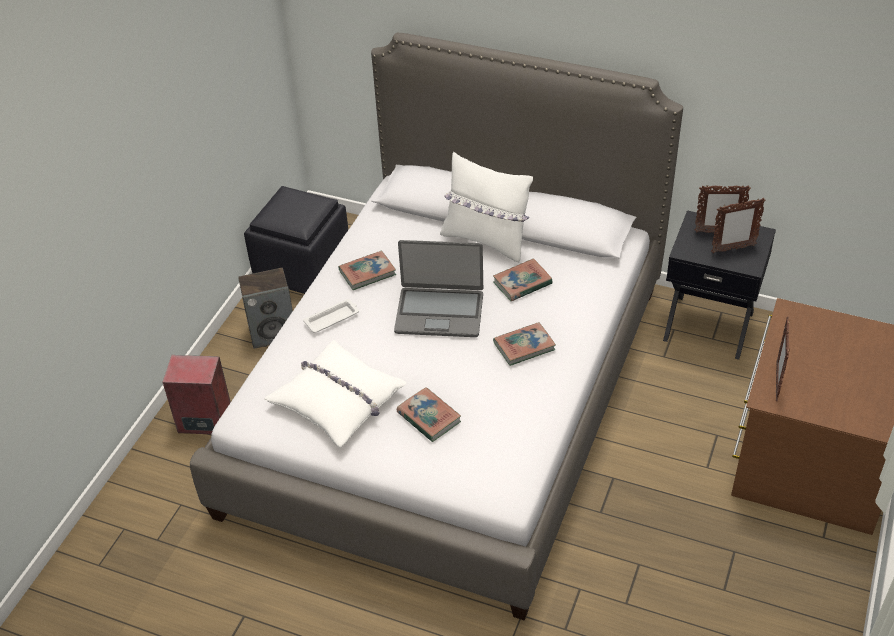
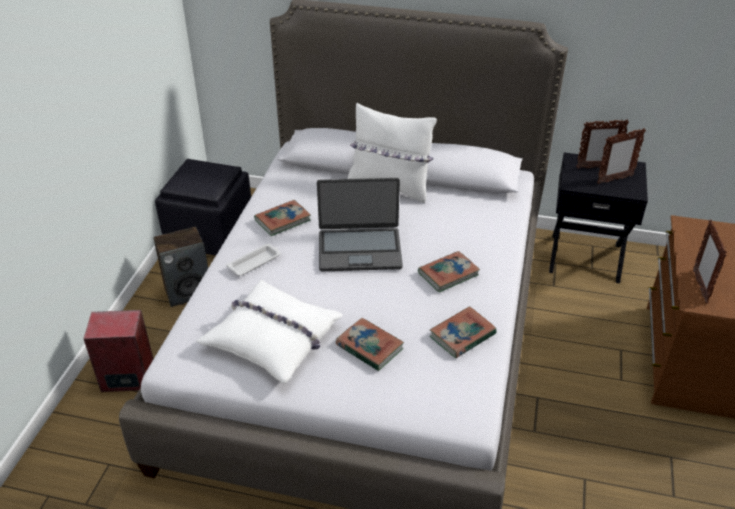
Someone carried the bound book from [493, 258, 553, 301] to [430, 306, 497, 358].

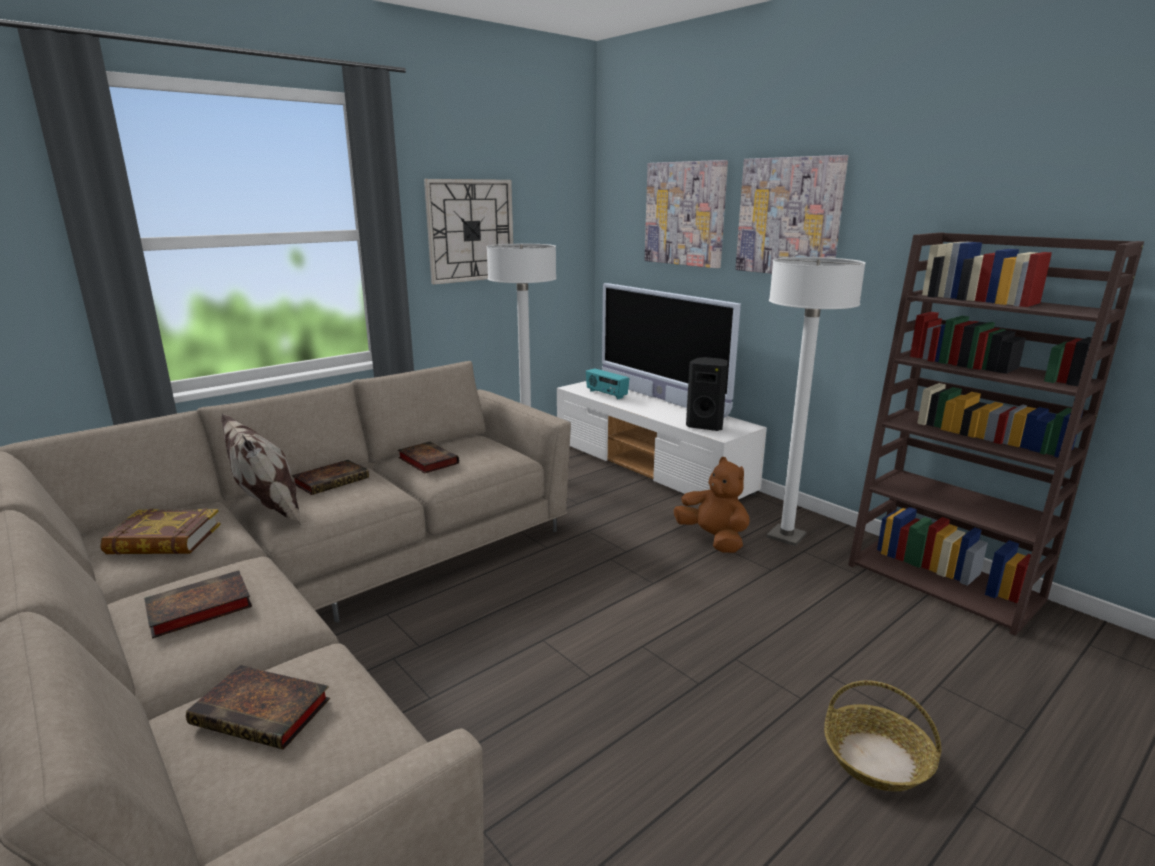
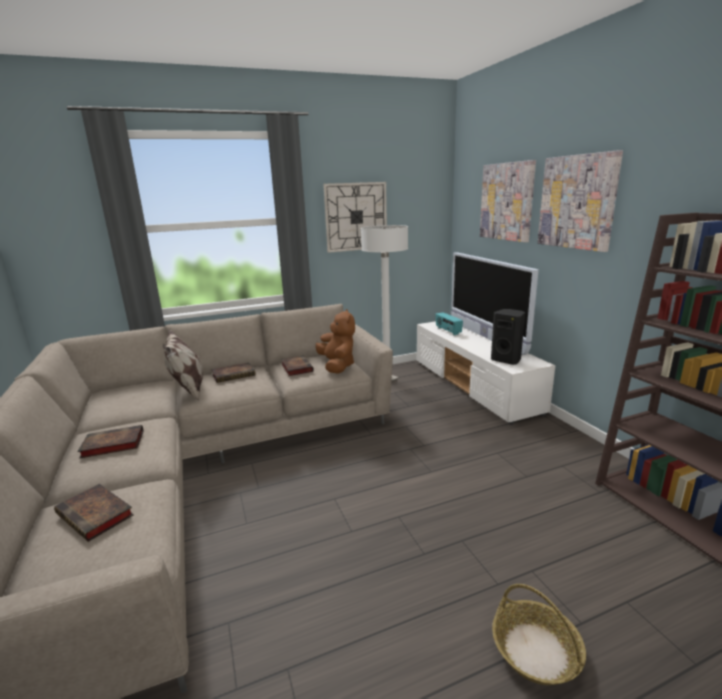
Someone took away the bound book at [100, 508, 221, 554].
Someone carried the brown-coloured plush toy from [674, 457, 750, 553] to [315, 309, 355, 374].
Someone took away the whitish standing lamp at [767, 257, 866, 546].

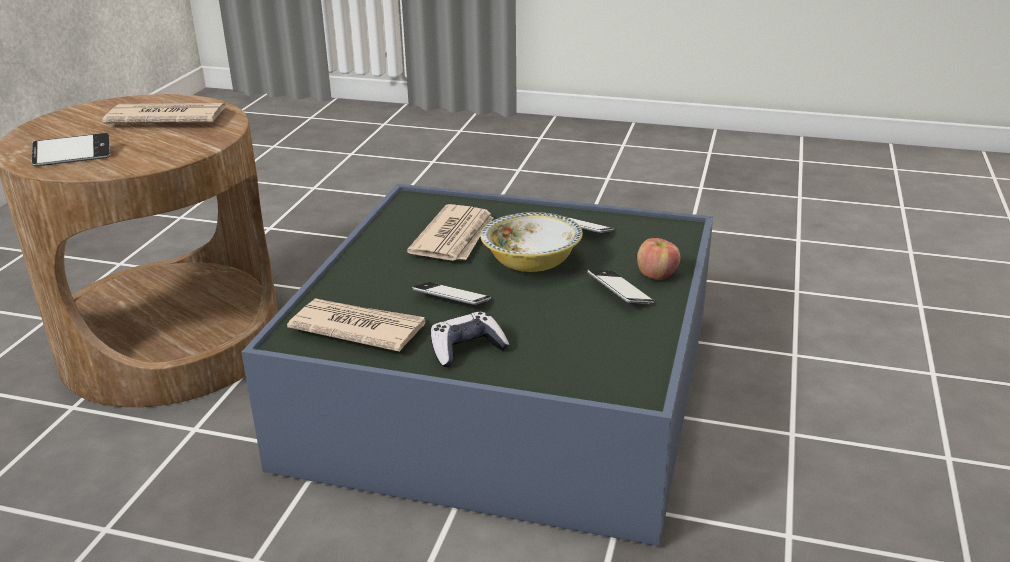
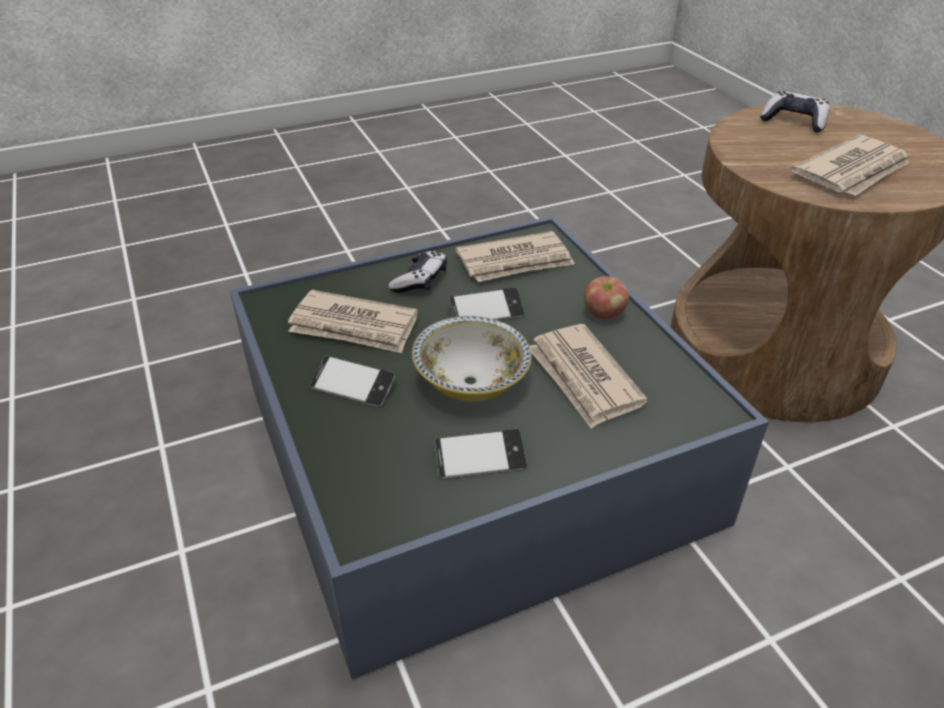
Someone swapped the telephone at [32, 133, 111, 166] for the joypad at [760, 91, 830, 133].
Someone carried the apple fruit from [637, 238, 680, 280] to [584, 276, 629, 319].
Someone put down the printed paper at [288, 290, 418, 353].

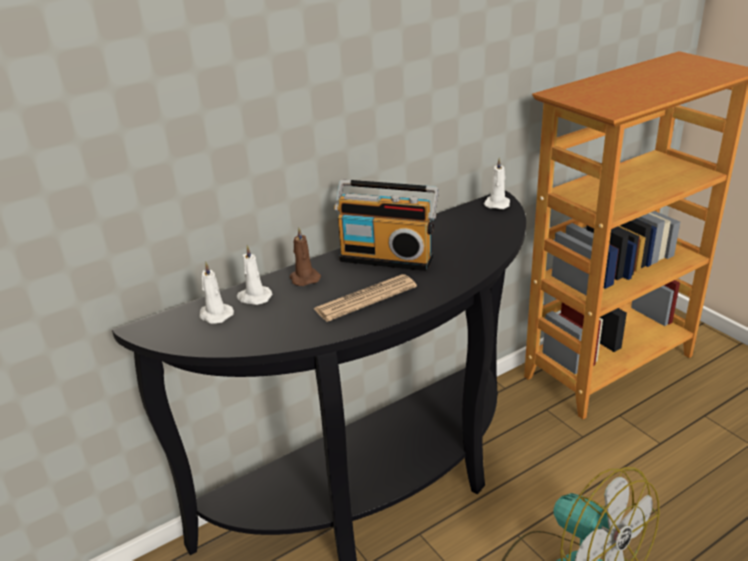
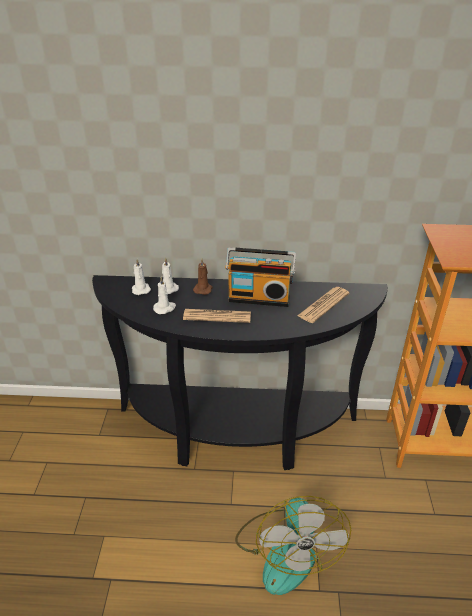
Someone rotated the radio set at [334, 179, 439, 271] by 45 degrees counterclockwise.
Someone carried the whitish wax candle from [484, 157, 510, 209] to [153, 277, 176, 314].
Someone put down the printed paper at [297, 287, 349, 323].

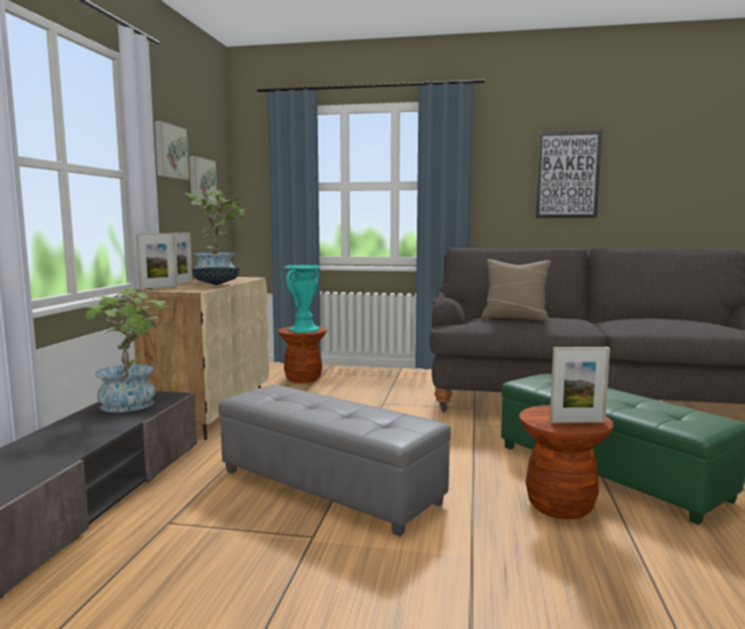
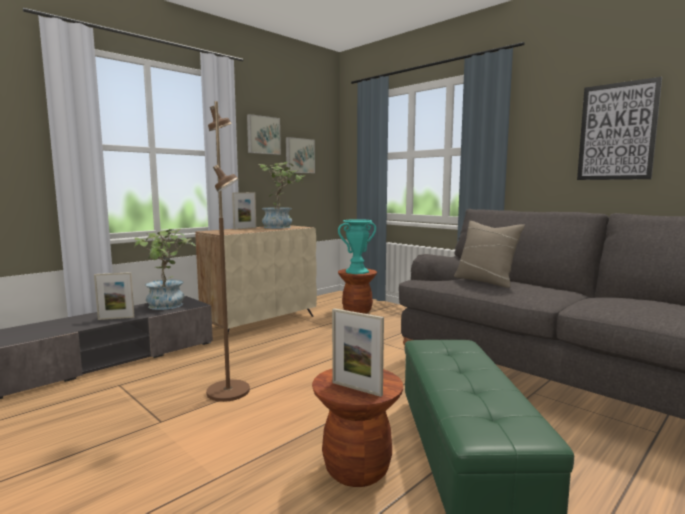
Someone carried the standing frame from [136, 233, 177, 290] to [94, 272, 135, 320].
Someone took away the deep dish at [192, 267, 240, 285].
Someone swapped the grey pouffe at [218, 385, 451, 536] for the brown-coloured standing lamp at [206, 101, 250, 402].

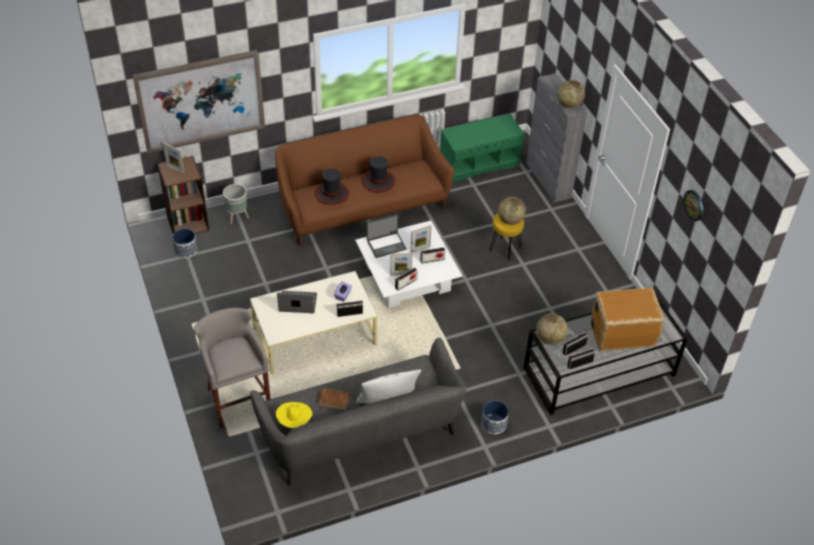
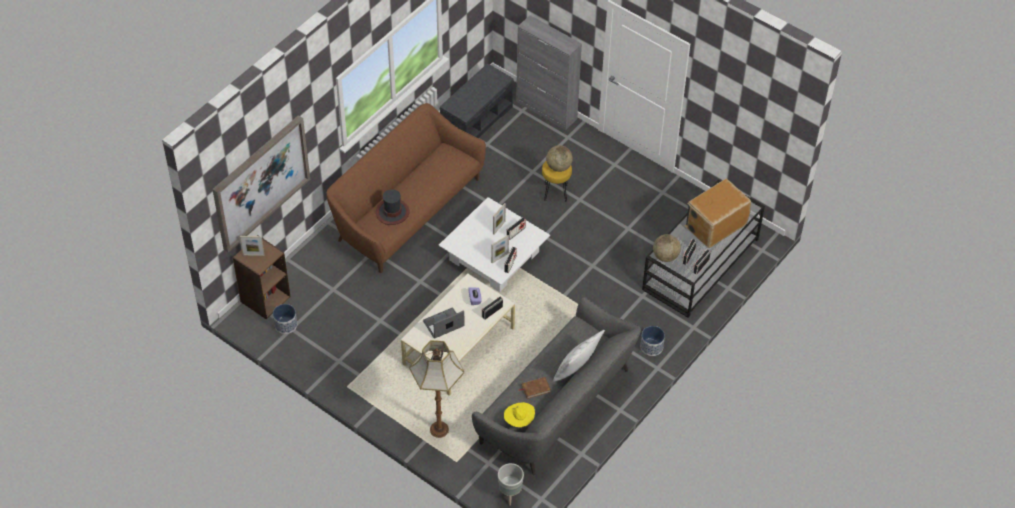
Someone swapped the grey sitting stool at [194, 308, 270, 429] for the standing lamp at [409, 340, 464, 438].
Someone carried the grey planter from [223, 184, 249, 224] to [498, 463, 524, 506].
Someone took away the hat at [362, 156, 396, 193].
Someone took away the laptop at [367, 215, 407, 258].
Someone repainted the green-coloured indoor bench at [440, 114, 524, 182], which became the grey indoor bench at [440, 64, 514, 138].
Someone took away the desk globe at [557, 80, 585, 108].
Someone took away the hanging clock at [683, 190, 703, 221].

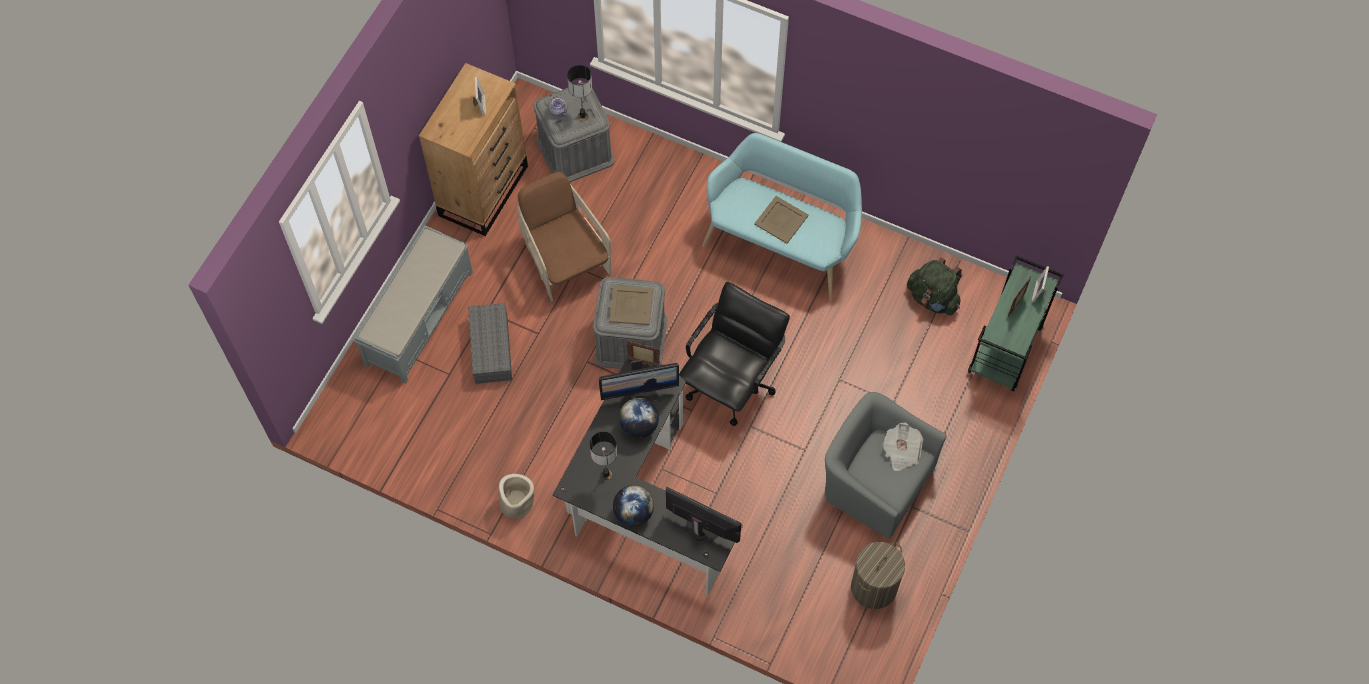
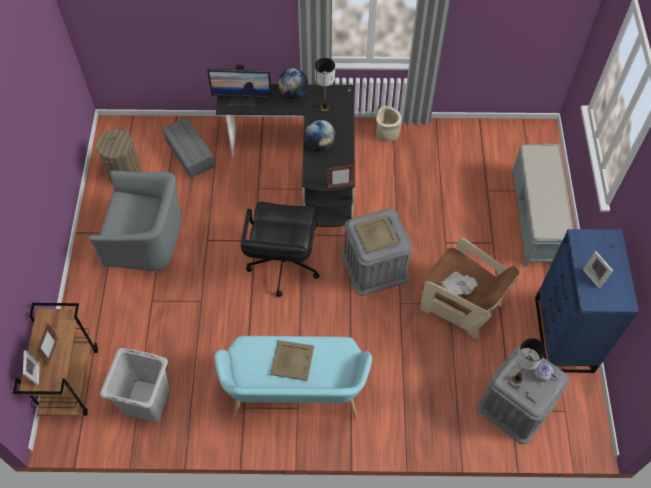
Someone repainted the brown-coloured drawer chest at [419, 63, 528, 236], which became the bluish drawer chest at [535, 229, 639, 373].
Someone carried the grey storage box from [468, 303, 512, 384] to [162, 117, 215, 179].
Someone took away the monitor at [599, 359, 679, 406].
Someone carried the printed paper from [883, 423, 923, 471] to [441, 272, 478, 295].
Someone swapped the green-coloured knapsack at [907, 257, 962, 315] for the grey laundry basket at [100, 348, 170, 422].
Someone repainted the green-coloured trolley at [968, 256, 1063, 391], which became the brown-coloured trolley at [13, 303, 98, 416].

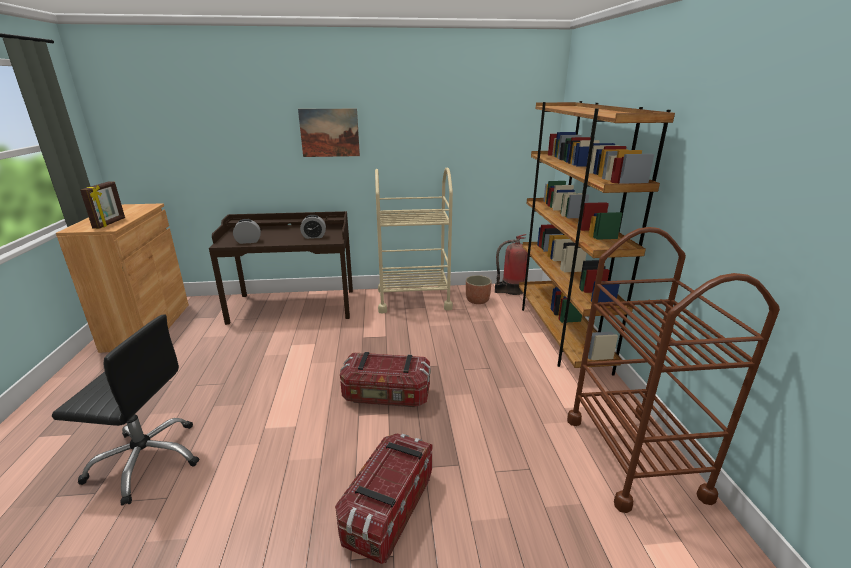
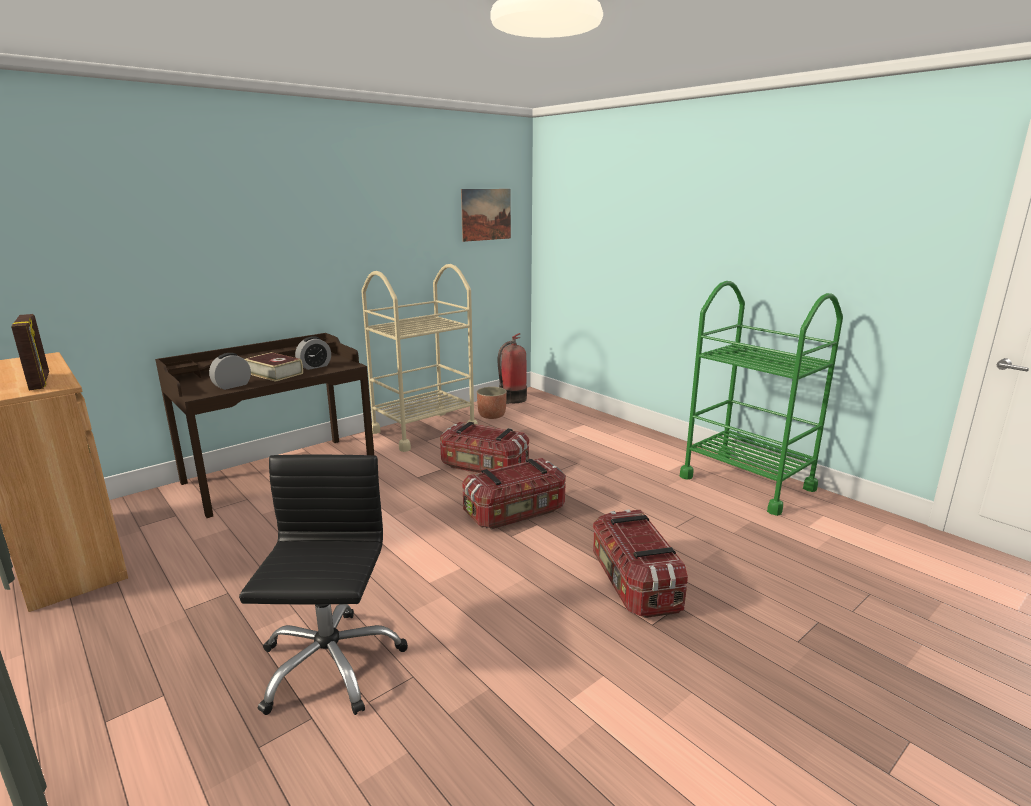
Someone rotated the black office chair at [52, 315, 199, 505] by 60 degrees counterclockwise.
Someone carried the wall picture from [298, 109, 360, 157] to [461, 189, 511, 242].
Someone took away the brown-coloured shelving unit at [519, 101, 675, 376].
Someone repainted the brown-coloured trolley at [567, 227, 780, 513], which became the green-coloured trolley at [680, 281, 843, 516].
Someone put down the bound book at [245, 352, 303, 382].
Someone put down the storage box at [440, 422, 529, 473].

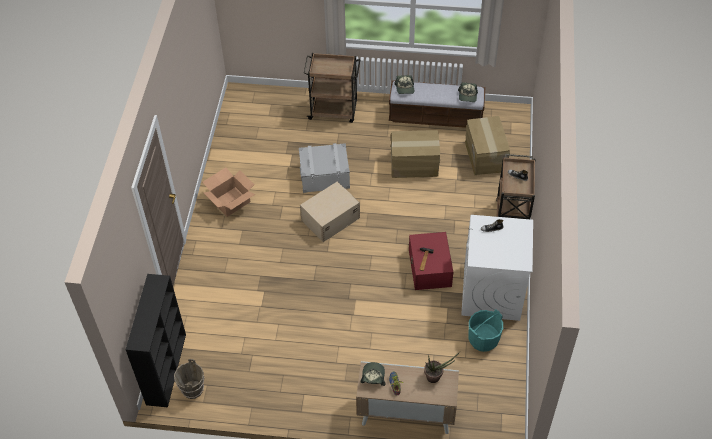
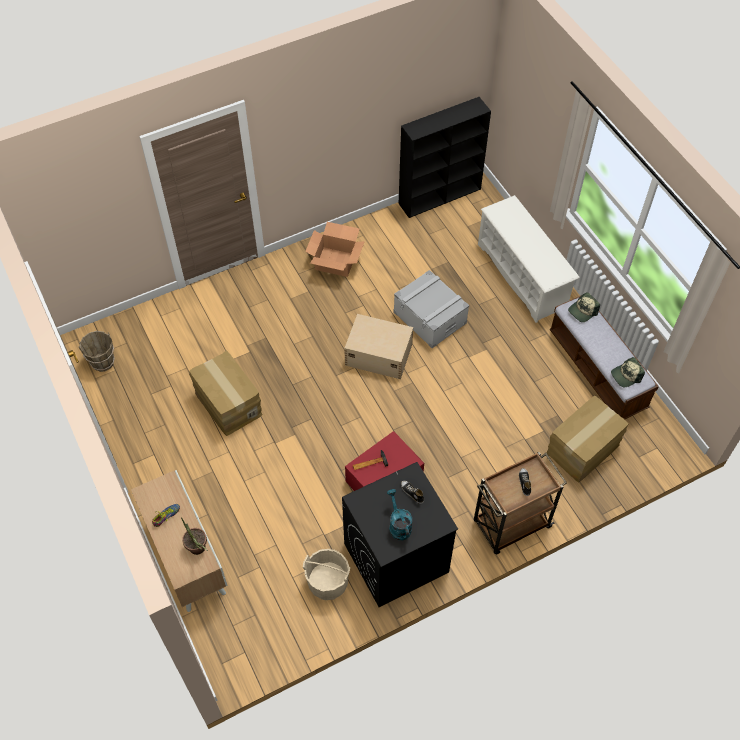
Someone carried the black shelving unit from [126, 274, 186, 407] to [399, 97, 491, 218].
Someone swapped the brown-coloured trolley at [304, 53, 361, 123] for the whitish shoe rack at [478, 195, 580, 323].
Someone took away the baseball cap at [360, 362, 385, 386].
Someone carried the cardboard box from [390, 130, 440, 178] to [189, 350, 263, 436].
Someone repainted the whitish laundry appliance at [461, 215, 533, 321], which became the black laundry appliance at [342, 462, 458, 607].
Someone repainted the turquoise water bucket at [468, 309, 503, 352], which became the sand-coloured water bucket at [303, 549, 350, 600].
Someone put down the turquoise sprinkling can at [387, 489, 412, 540].

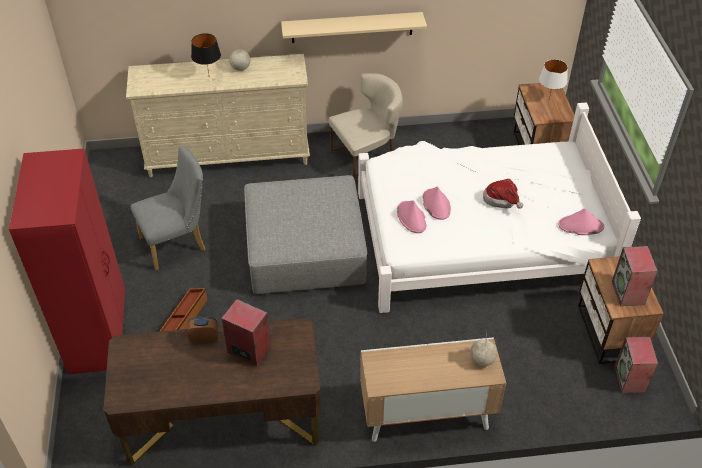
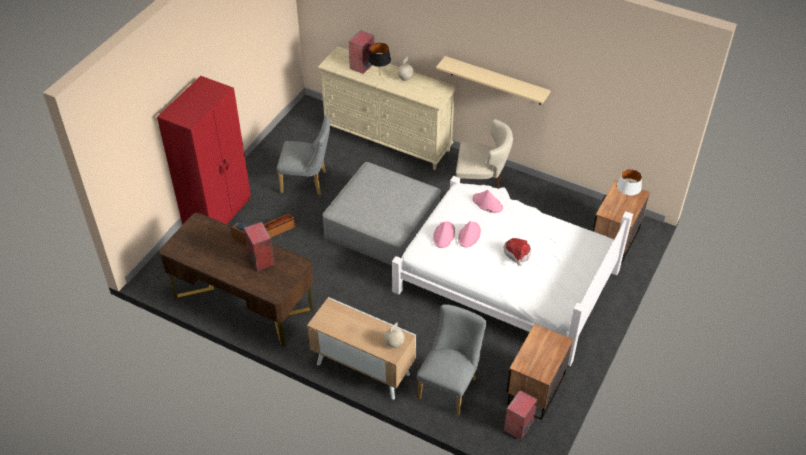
Someone carried the pink hat from [558, 208, 604, 235] to [472, 190, 503, 213].
Someone carried the audio speaker from [612, 246, 658, 306] to [349, 30, 374, 74].
Someone put down the grey upright chair at [417, 304, 487, 416].

